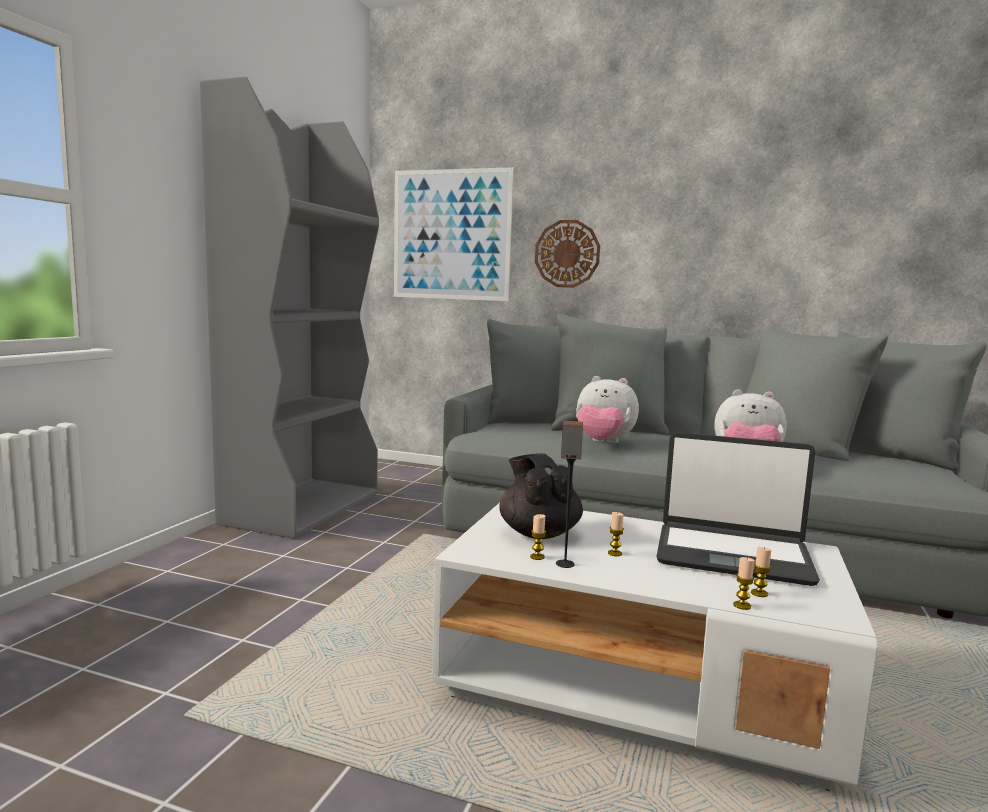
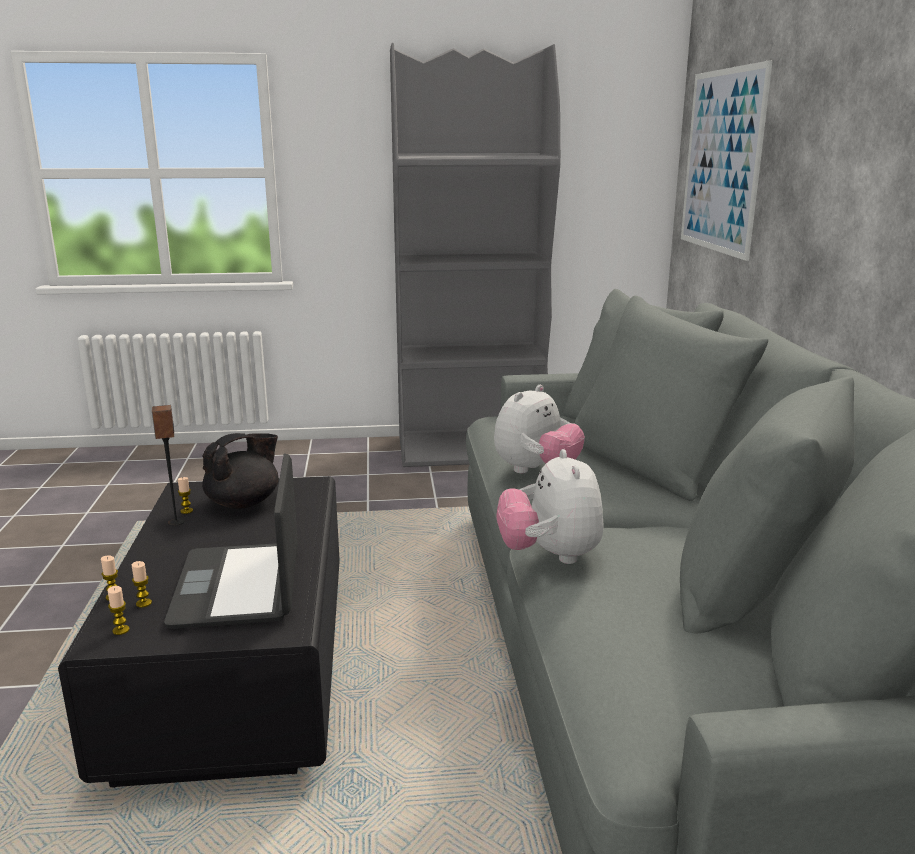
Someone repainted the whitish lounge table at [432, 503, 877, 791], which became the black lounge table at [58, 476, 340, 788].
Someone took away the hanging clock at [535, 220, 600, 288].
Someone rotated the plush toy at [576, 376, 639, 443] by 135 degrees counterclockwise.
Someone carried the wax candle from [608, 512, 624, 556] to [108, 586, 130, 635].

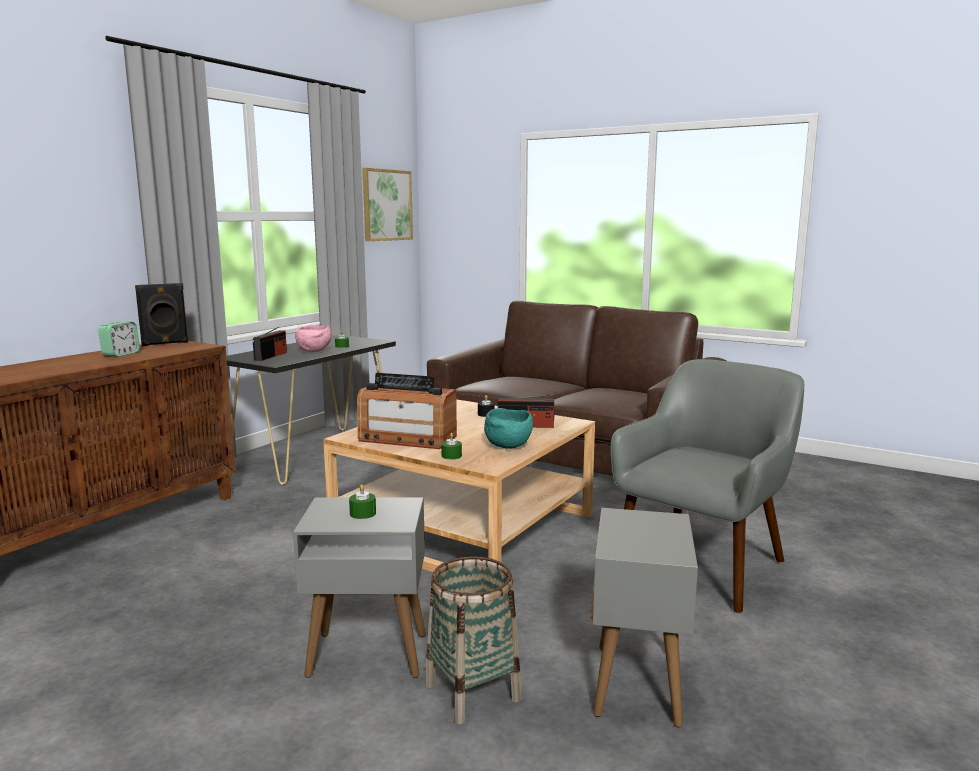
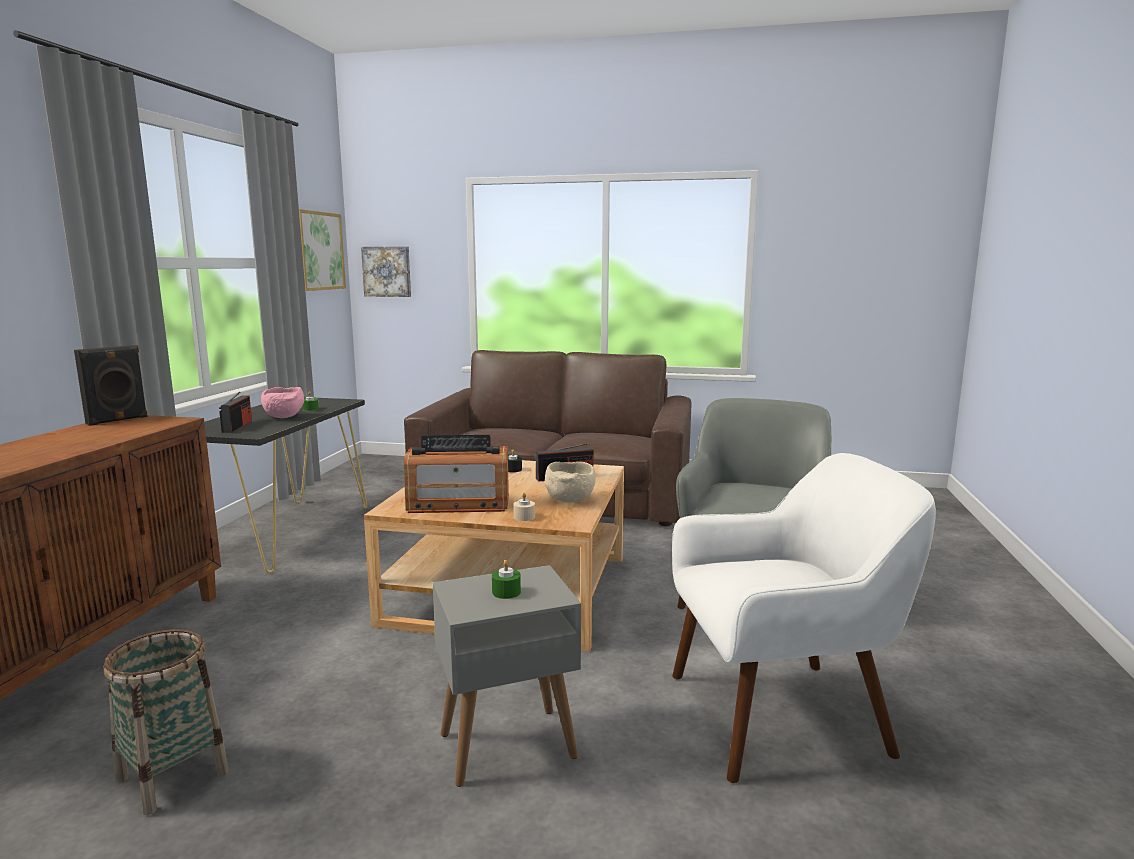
Someone took away the alarm clock at [98, 322, 140, 357].
Someone carried the basket from [425, 556, 522, 724] to [103, 629, 229, 815].
Someone repainted the green-coloured wax candle at [441, 433, 462, 460], which became the sand-coloured wax candle at [513, 493, 535, 521].
Someone repainted the turquoise deep dish at [484, 408, 533, 449], which became the sand-coloured deep dish at [545, 462, 596, 503].
Someone swapped the grey side table at [590, 508, 698, 727] for the whitish lounge chair at [672, 453, 936, 783].
Someone put up the wall picture at [361, 247, 411, 297].

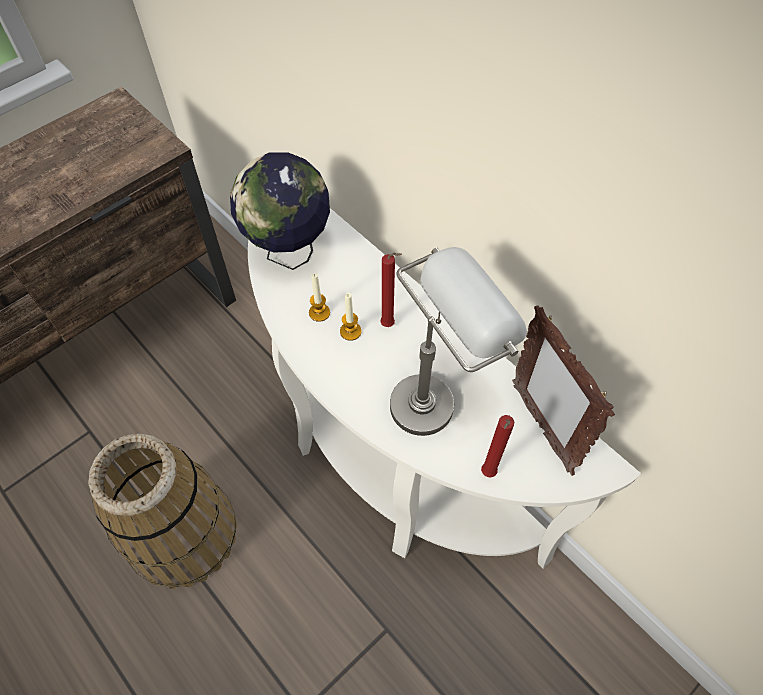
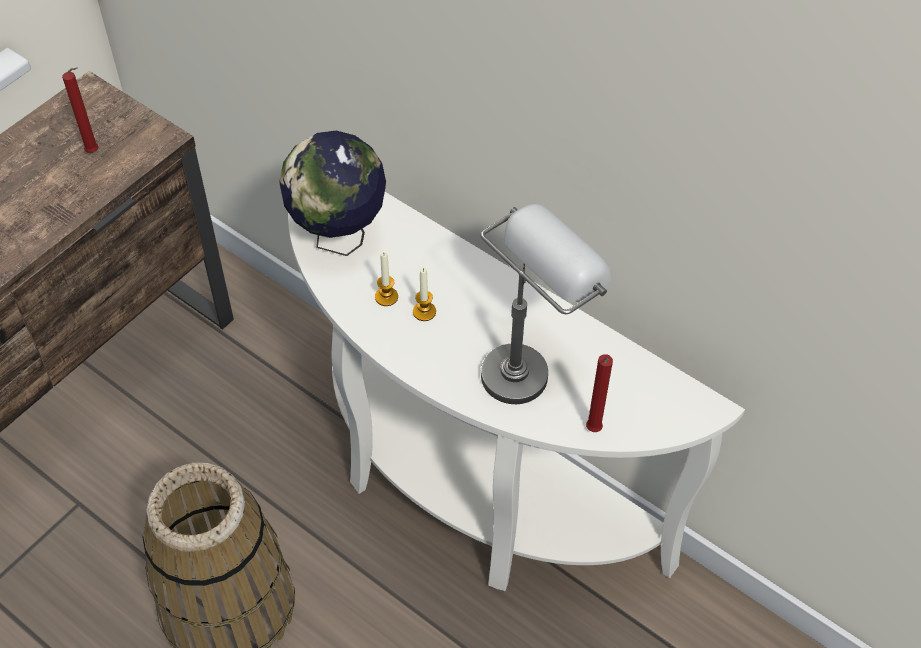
Someone carried the red-coloured wax candle from [380, 253, 402, 327] to [62, 67, 99, 153].
Someone took away the standing frame at [512, 305, 615, 476].

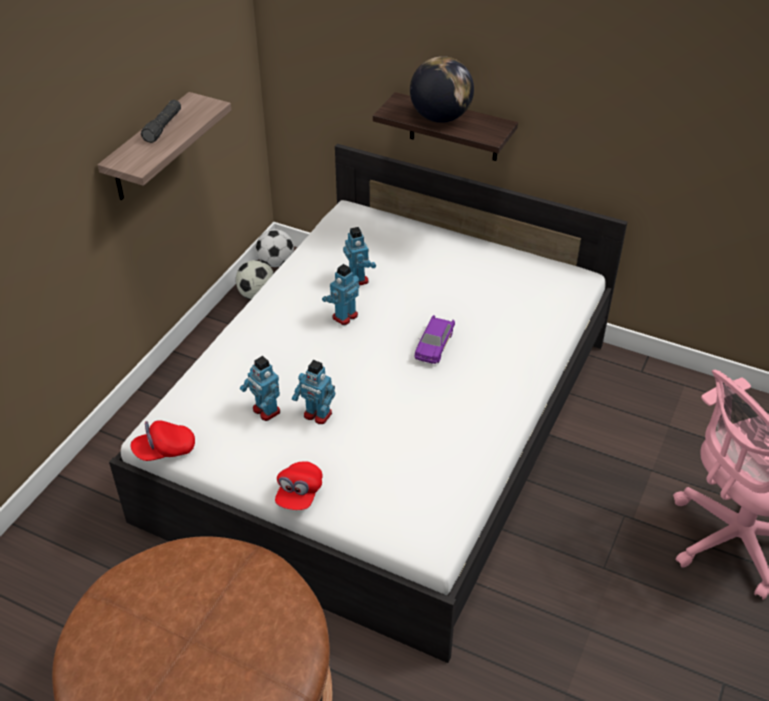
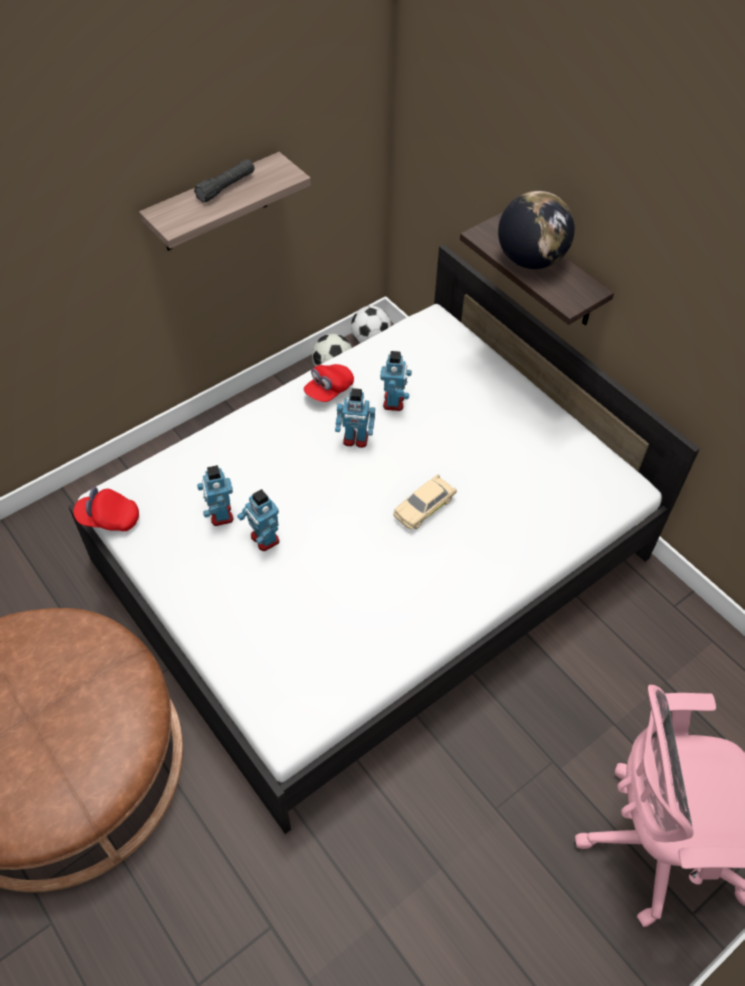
Someone carried the red-coloured baseball cap from [275, 462, 323, 510] to [304, 364, 354, 402].
Someone rotated the model robot at [322, 264, 360, 325] by 150 degrees counterclockwise.
Someone repainted the purple-coloured model car at [415, 315, 455, 364], which became the sand-coloured model car at [393, 474, 457, 530].

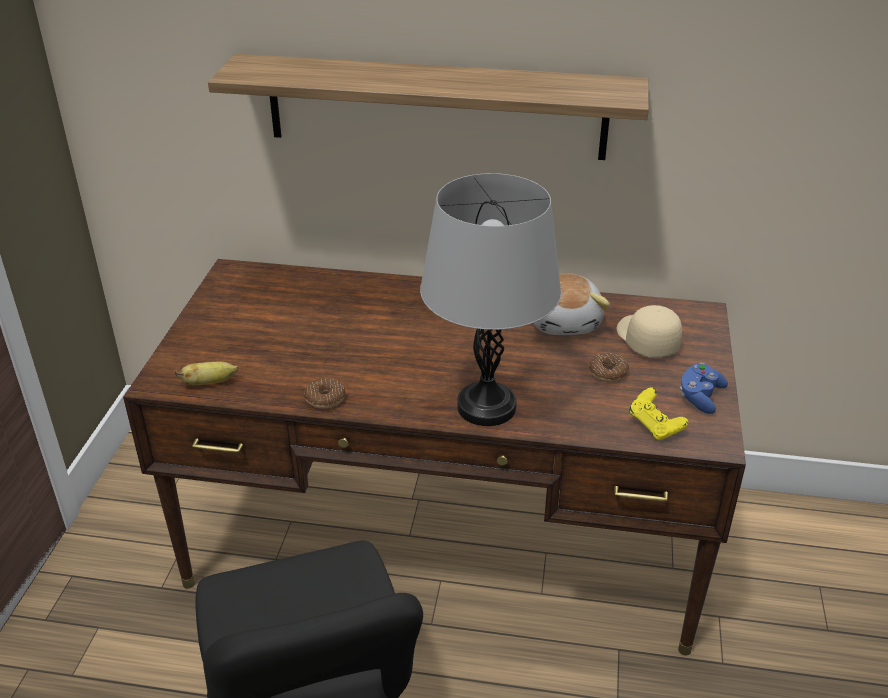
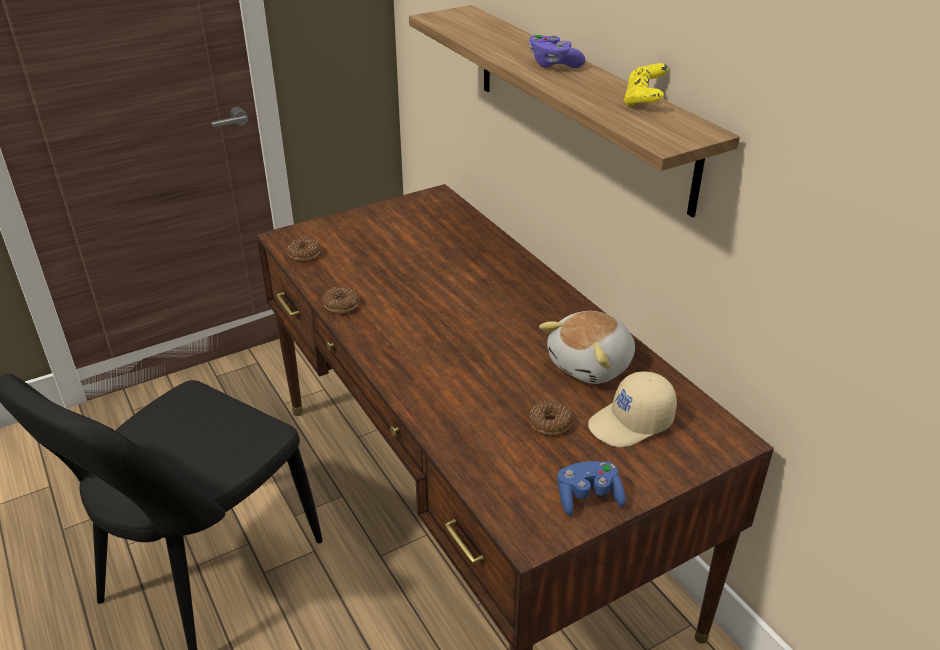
Someone swapped the banana at [175, 362, 239, 385] for the ring doughnut at [287, 237, 321, 261].
Someone took away the grey tabletop lamp at [420, 173, 561, 426].
Someone rotated the sand-coloured baseball cap at [617, 305, 682, 357] by 150 degrees counterclockwise.
Someone carried the yellow joypad from [629, 387, 688, 441] to [624, 63, 668, 106].
Someone put down the purple-coloured joypad at [528, 35, 585, 68].

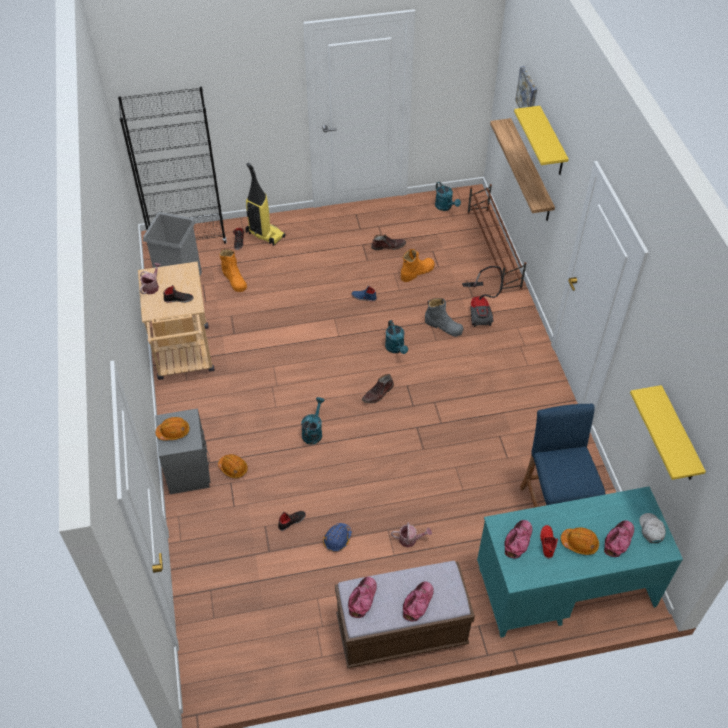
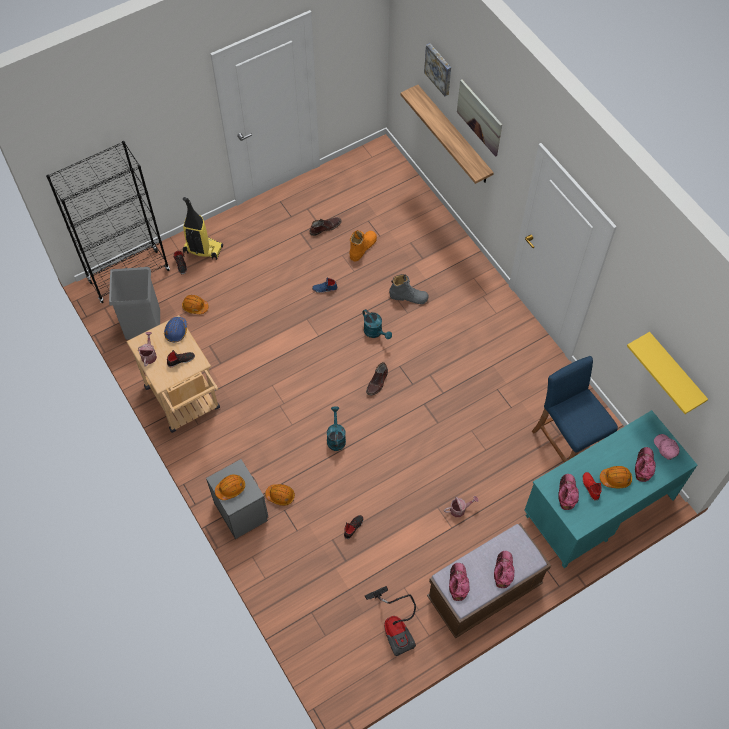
Someone swapped the orange-coloured boot at [219, 249, 247, 292] for the orange-coloured safety helmet at [182, 295, 209, 314].
Someone carried the bluish safety helmet from [323, 523, 352, 552] to [164, 317, 187, 342].
Someone took away the turquoise sprinkling can at [435, 182, 461, 211].
Someone carried the hoover from [462, 266, 503, 327] to [365, 586, 416, 656].
Someone took away the brown-coloured shoe rack at [467, 184, 526, 292].
Someone swapped the yellow wall shelf at [514, 106, 569, 175] for the wall picture at [457, 79, 502, 157].
Someone repainted the whitish baseball cap at [639, 513, 666, 543], which became the pink baseball cap at [654, 434, 679, 460].

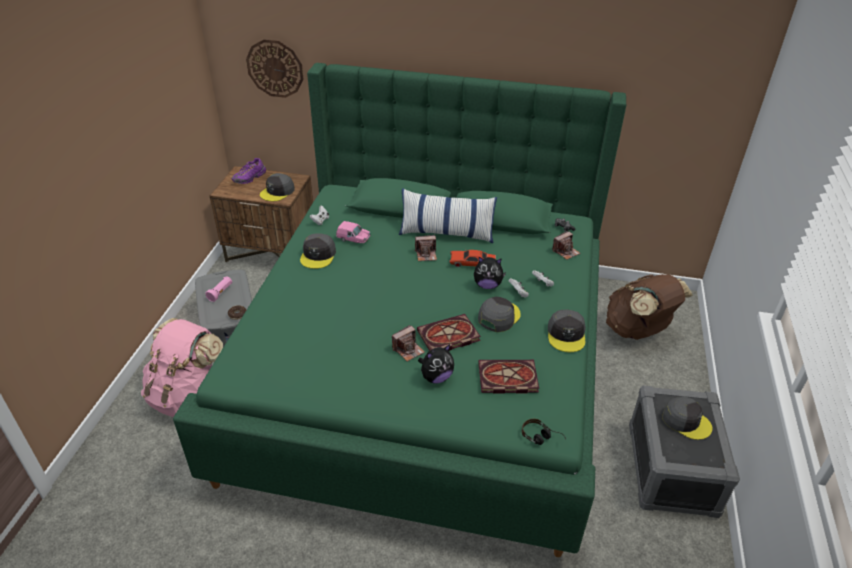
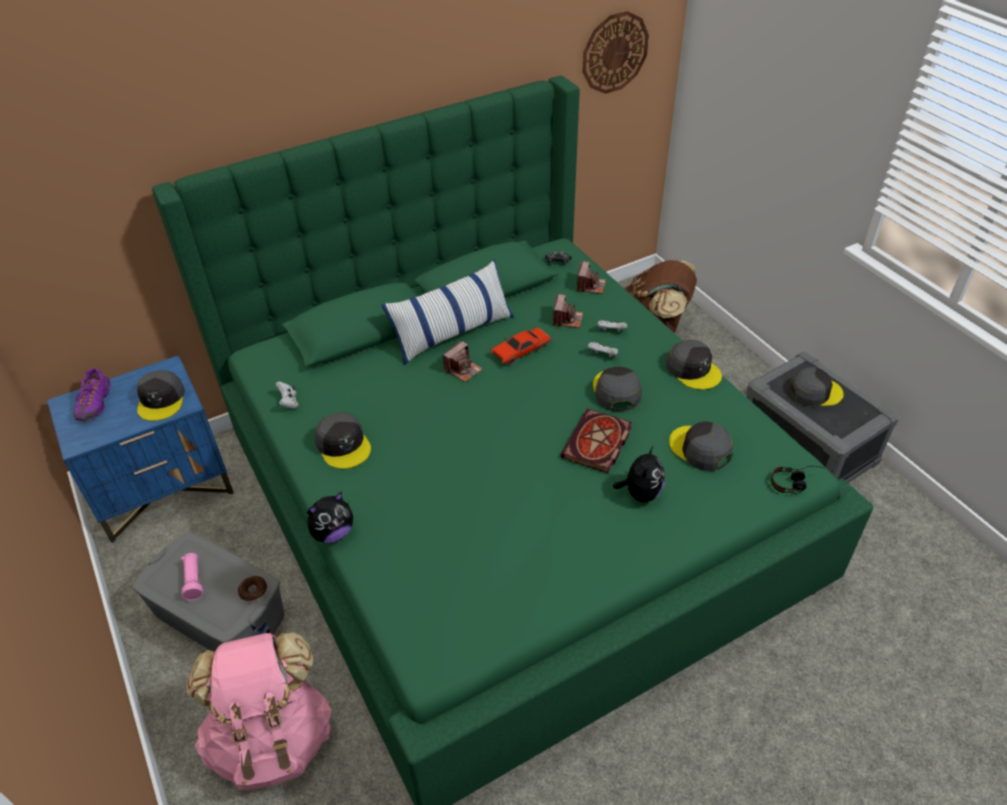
Someone repainted the brown-coloured bedside table at [210, 166, 313, 262], which became the bluish bedside table at [47, 355, 234, 543].
Someone carried the hanging clock from [246, 39, 303, 98] to [583, 11, 649, 94].
Someone took away the pink model car at [336, 221, 371, 243].
Someone carried the still camera from [392, 325, 425, 362] to [553, 294, 583, 328].
Someone carried the plush toy from [474, 257, 506, 289] to [307, 492, 353, 543].
Someone swapped the bound book at [478, 360, 539, 394] for the grey baseball cap at [669, 421, 733, 471].

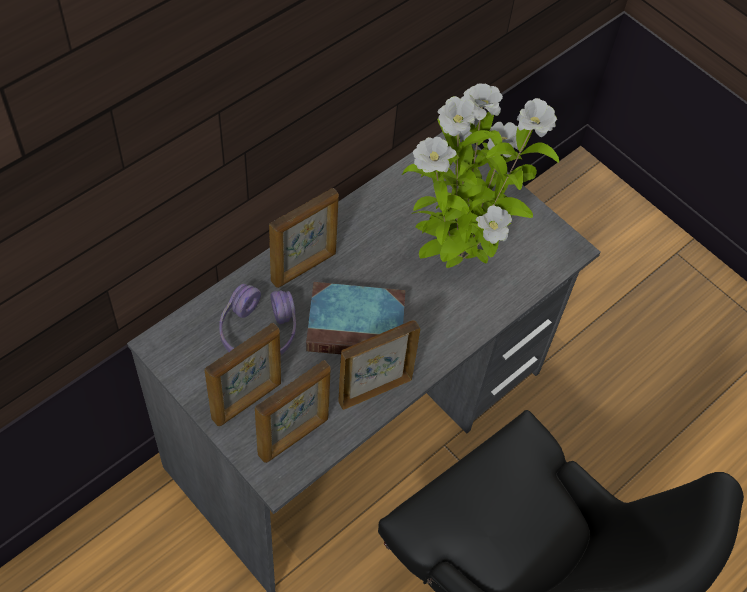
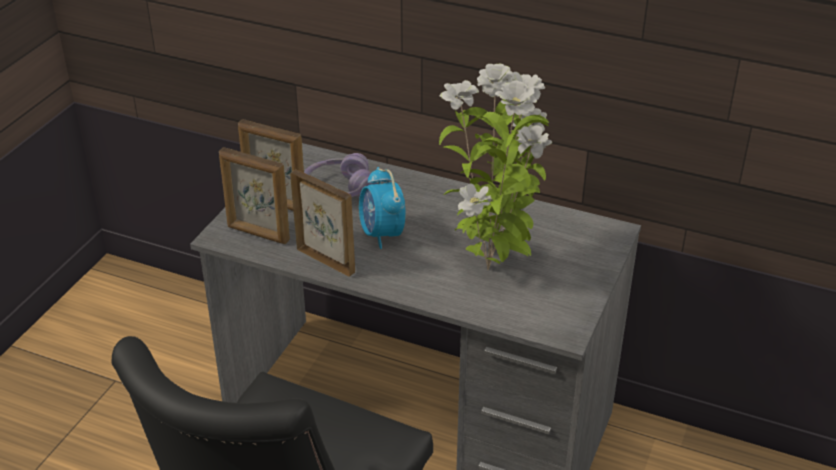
Someone took away the standing frame at [269, 188, 339, 288].
Someone swapped the bound book at [306, 282, 405, 354] for the alarm clock at [359, 167, 406, 249].

